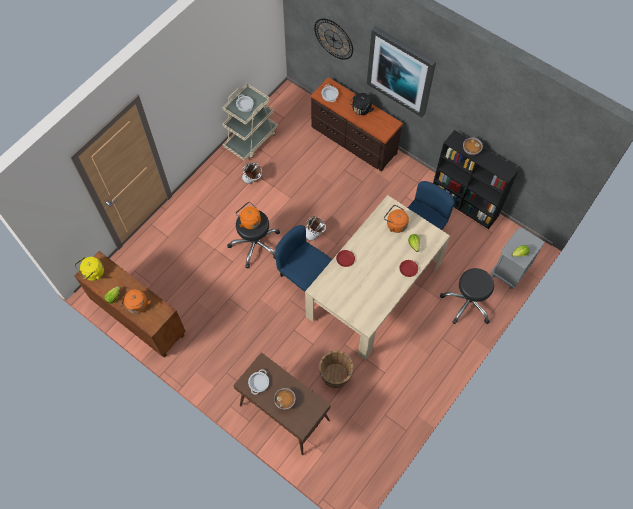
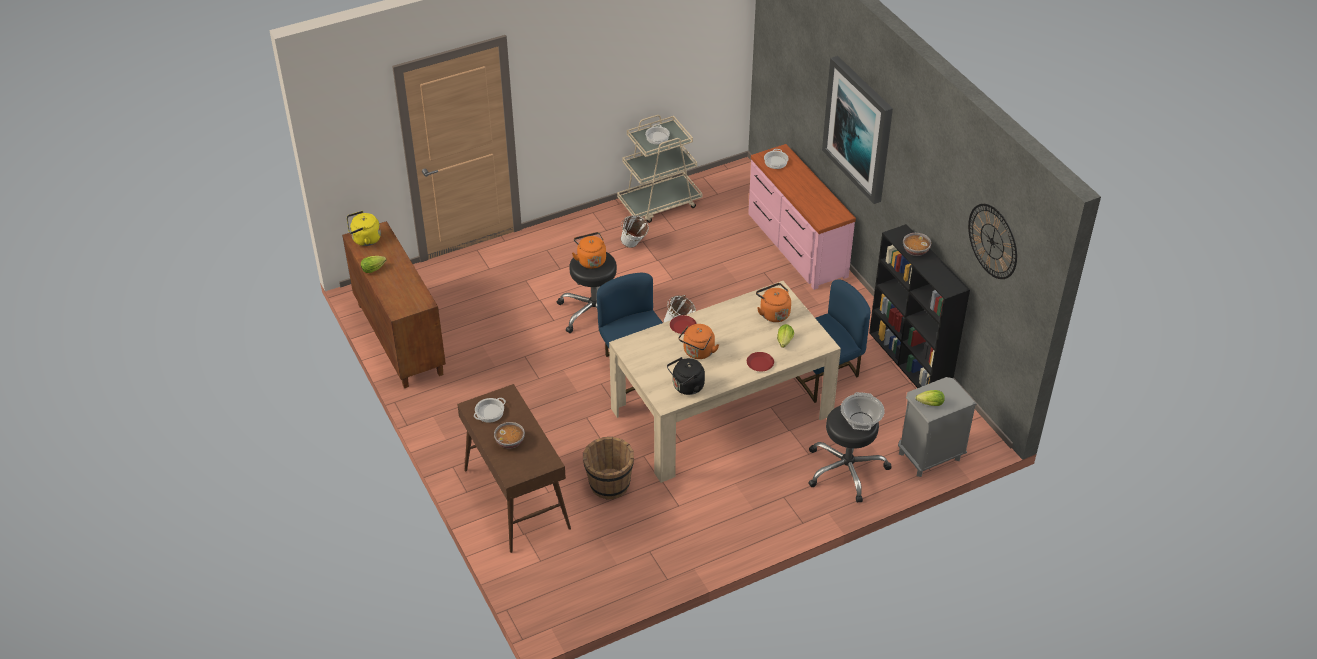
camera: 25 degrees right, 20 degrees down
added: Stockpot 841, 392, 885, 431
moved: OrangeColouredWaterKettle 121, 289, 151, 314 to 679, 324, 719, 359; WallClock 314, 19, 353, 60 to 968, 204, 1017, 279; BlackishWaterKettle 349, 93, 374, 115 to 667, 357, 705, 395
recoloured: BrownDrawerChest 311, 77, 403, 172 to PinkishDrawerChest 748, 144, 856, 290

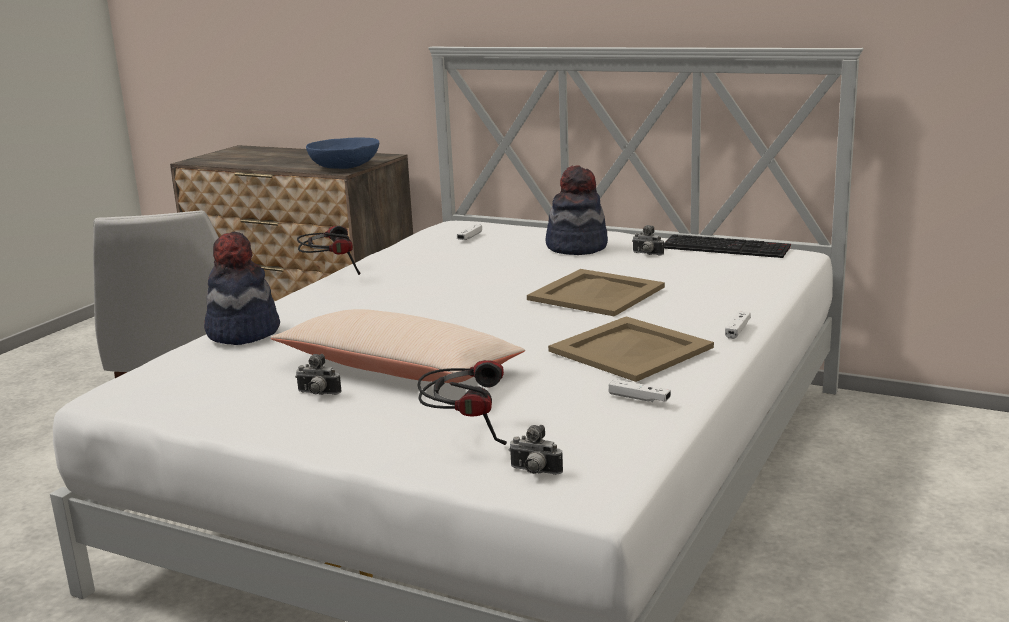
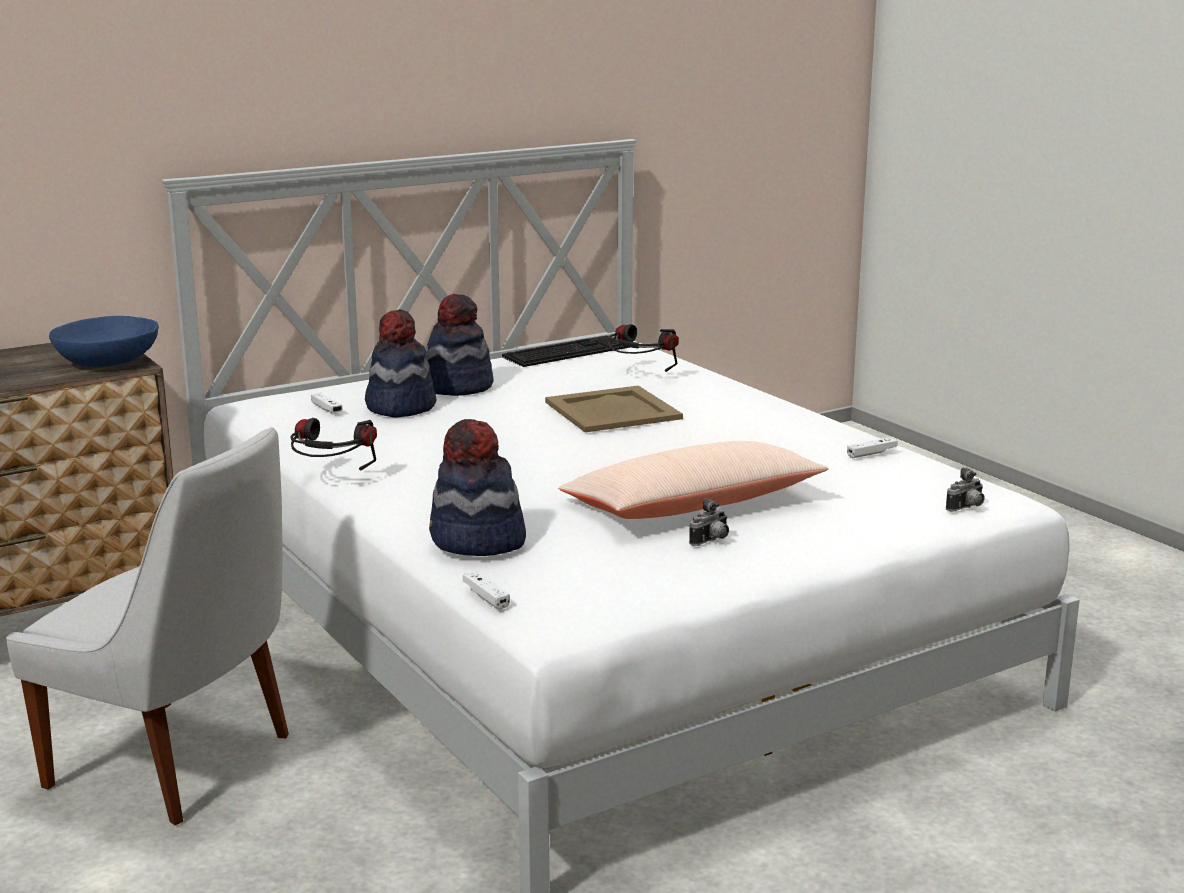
camera: 60 degrees left, 0 degrees up
removed: BeigeColouredCarryingTray 548, 316, 714, 382; StillCamera 632, 225, 664, 255
added: ClothingHat 365, 309, 436, 417
moved: PairOfHeadphones 418, 360, 507, 445 to 608, 324, 679, 372; WhitishGamepad 725, 311, 751, 339 to 463, 571, 510, 609

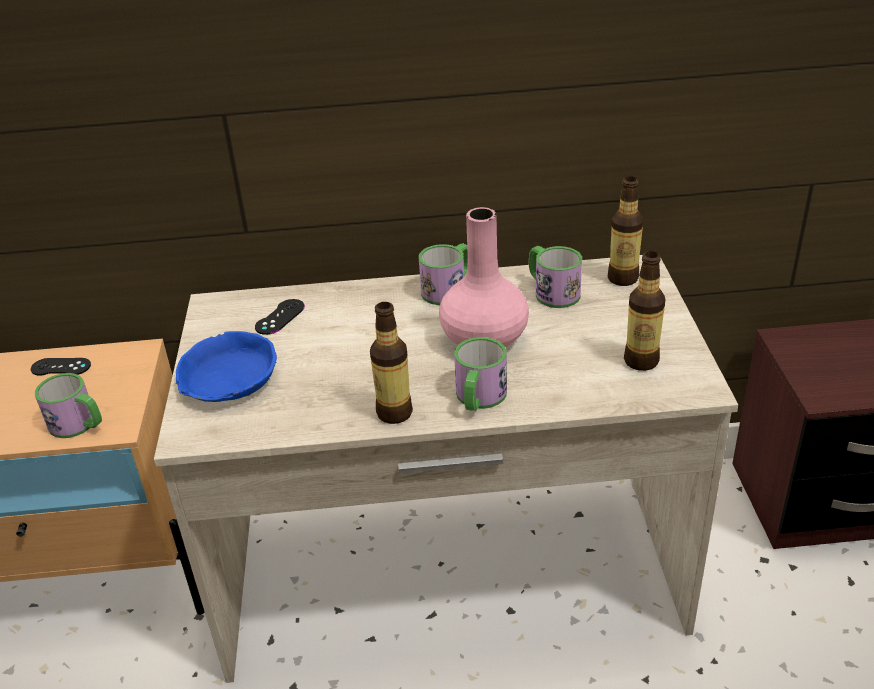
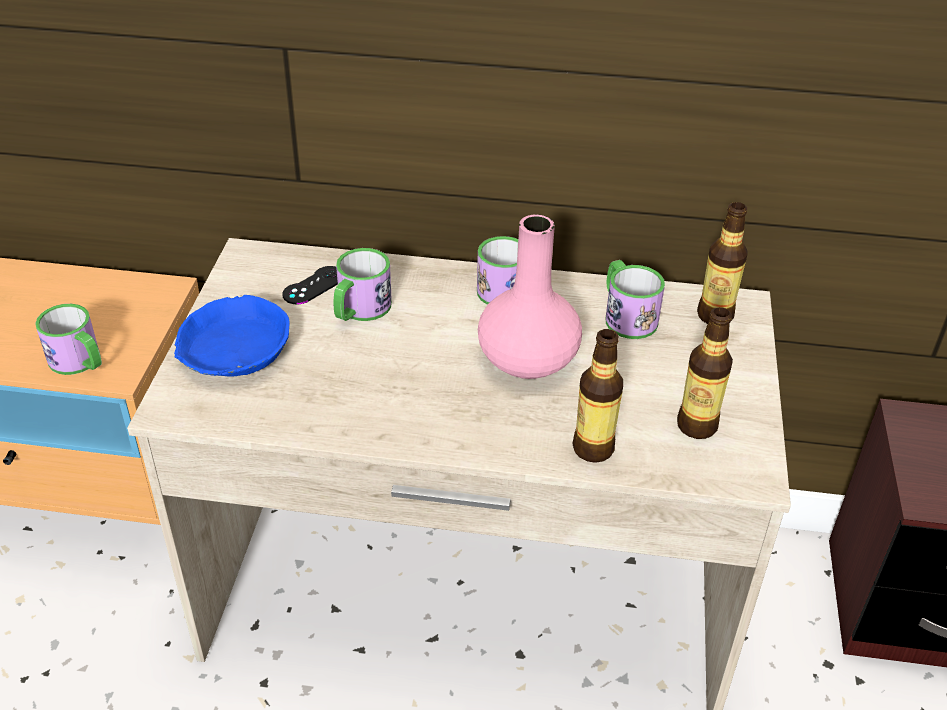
camera: 10 degrees right, 5 degrees up
removed: BlackishGamepad 31, 358, 91, 376
moved: BeverageBottle 370, 302, 413, 424 to 573, 329, 623, 463; CoffeeMug 454, 337, 507, 411 to 334, 248, 392, 321

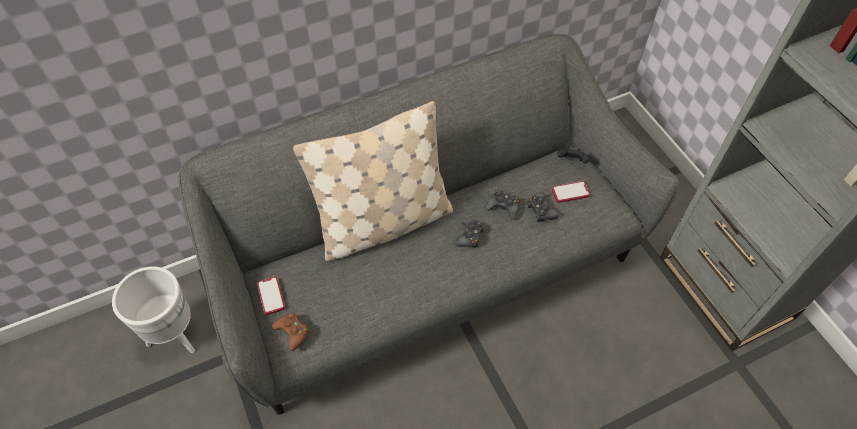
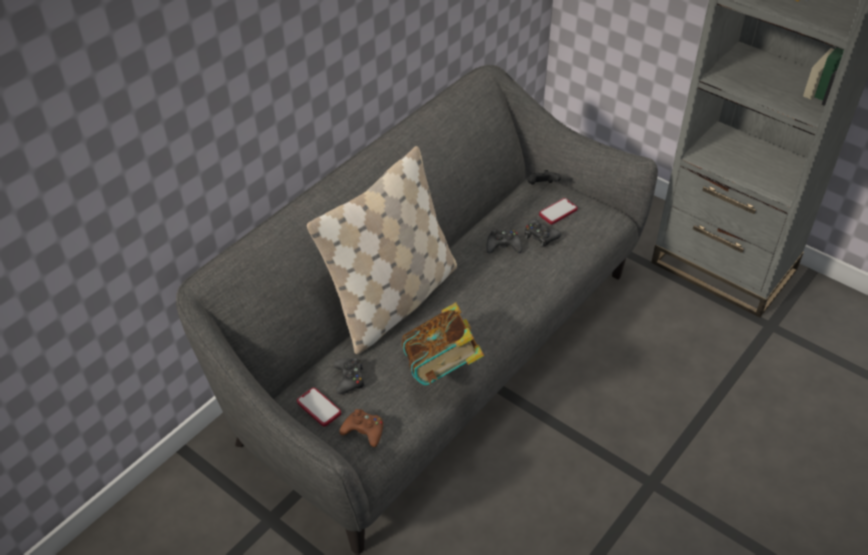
camera: 25 degrees left, 10 degrees down
removed: WhitishPlanter 112, 266, 195, 353
added: BoundBook 402, 302, 484, 386
moved: BlackishGamepad 454, 218, 484, 248 to 334, 358, 365, 394

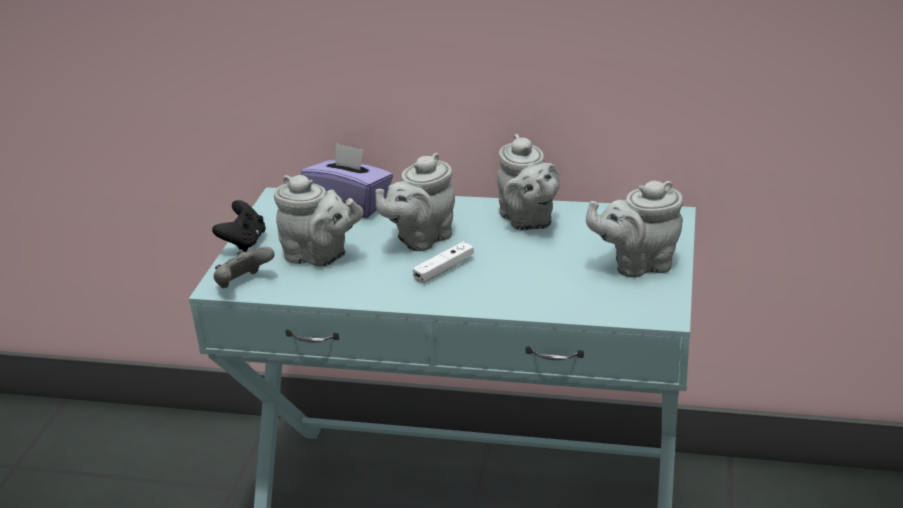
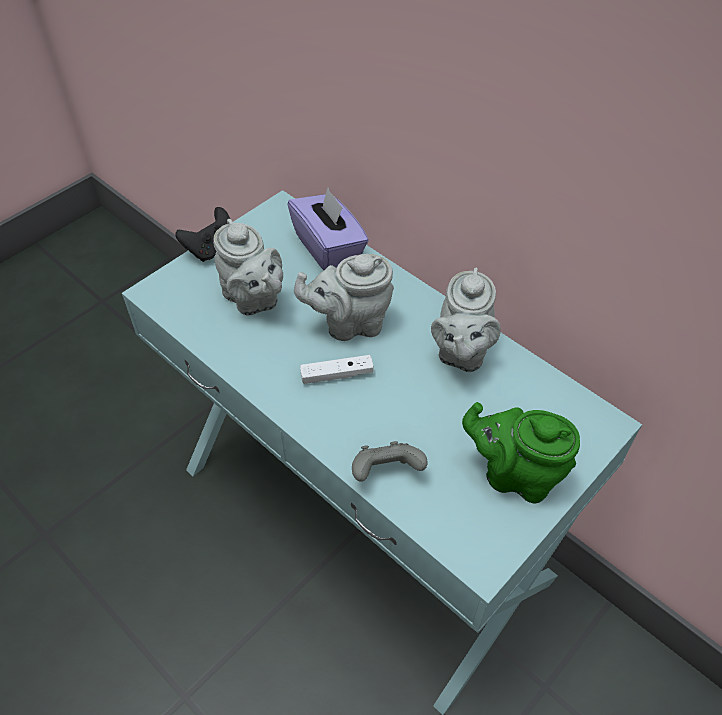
camera: 30 degrees right, 20 degrees up
moved: GrayGamepad 214, 247, 275, 288 to 352, 441, 428, 482
recoloured: GrayTeaPot 586, 181, 683, 277 to GreenColouredTeaPot 462, 402, 580, 503

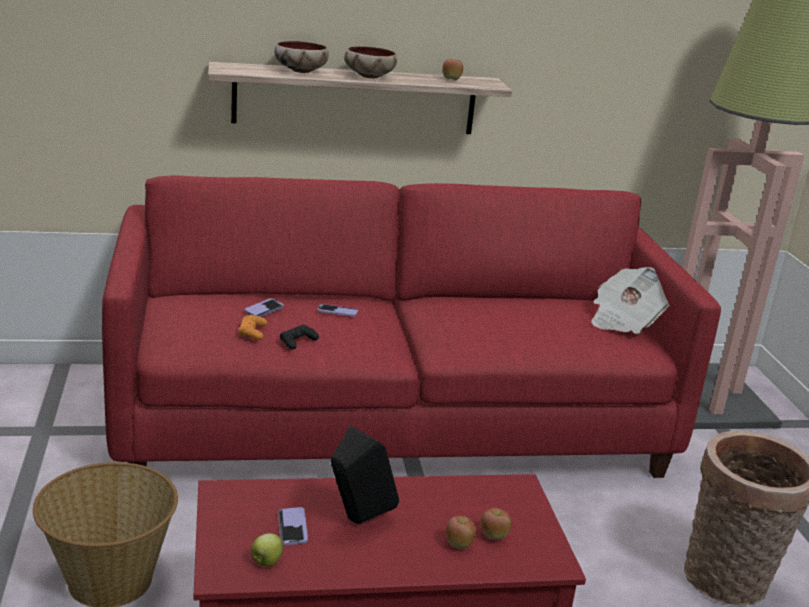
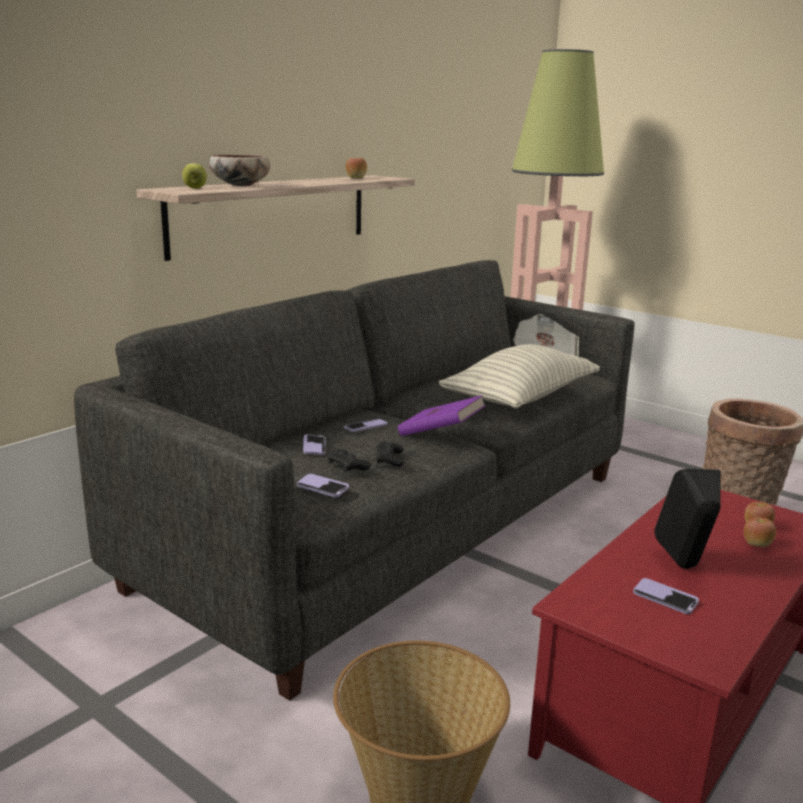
camera: 40 degrees left, 5 degrees down
removed: Bowl 344, 46, 397, 78
added: Telephone 297, 474, 349, 497; PurpleColouredBoundBook 398, 395, 486, 436; Pillow 439, 344, 600, 408
moved: WholeApple 251, 533, 283, 567 to 182, 163, 207, 189
recoloured: RedColouredSettee 102, 175, 721, 478 to GraySettee 74, 260, 635, 701; OrangeColouredGamepad 239, 315, 267, 340 to BlackishGamepad 327, 449, 371, 473

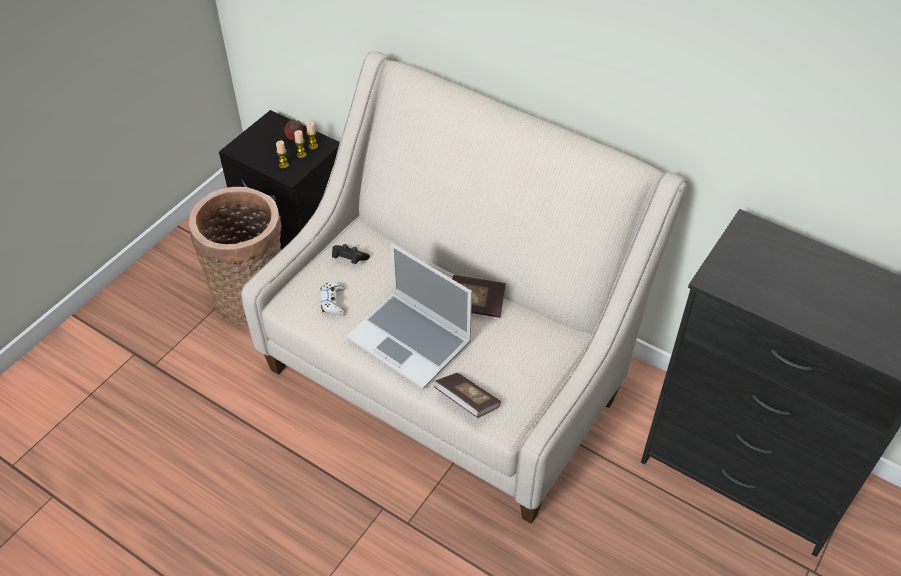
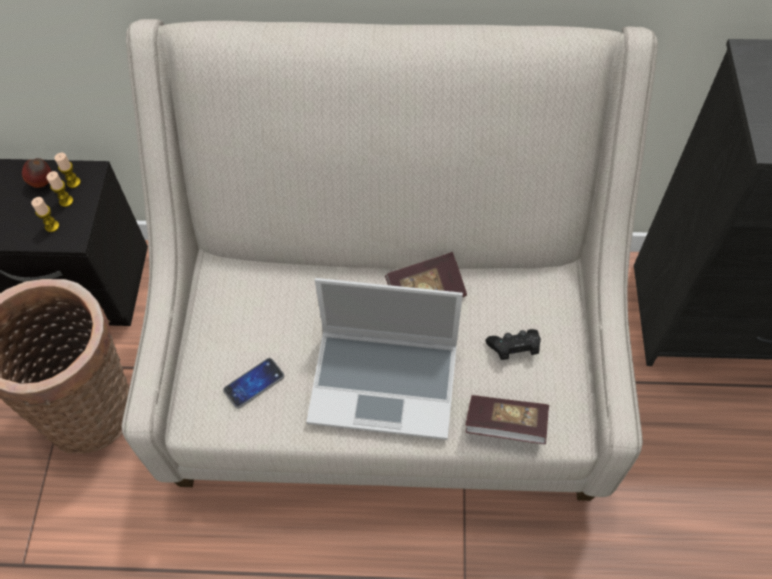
camera: 30 degrees left, 10 degrees up
moved: BlackishGamepad 332, 244, 370, 264 to 486, 329, 541, 360
replaced: WhitishGamepad 320, 282, 346, 316 to Telephone 223, 358, 285, 409

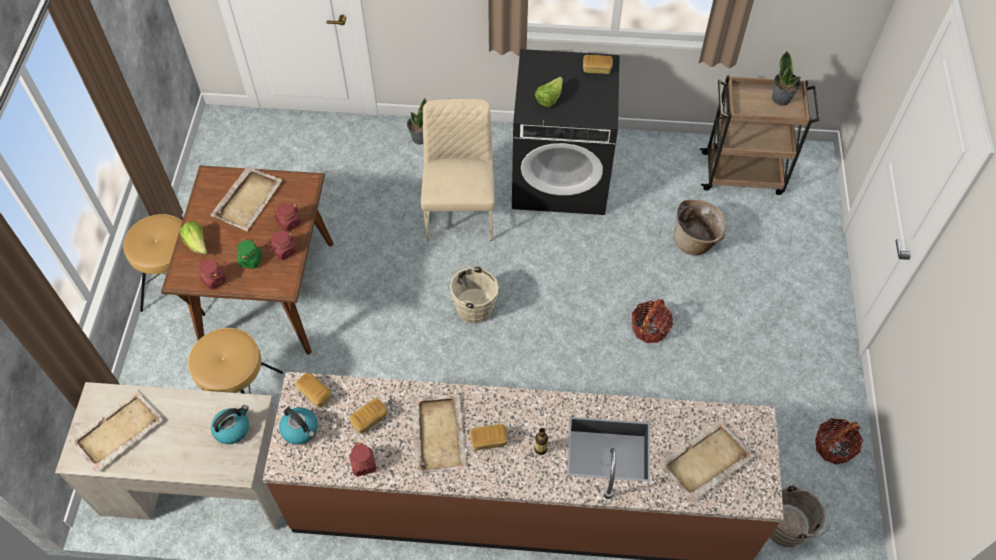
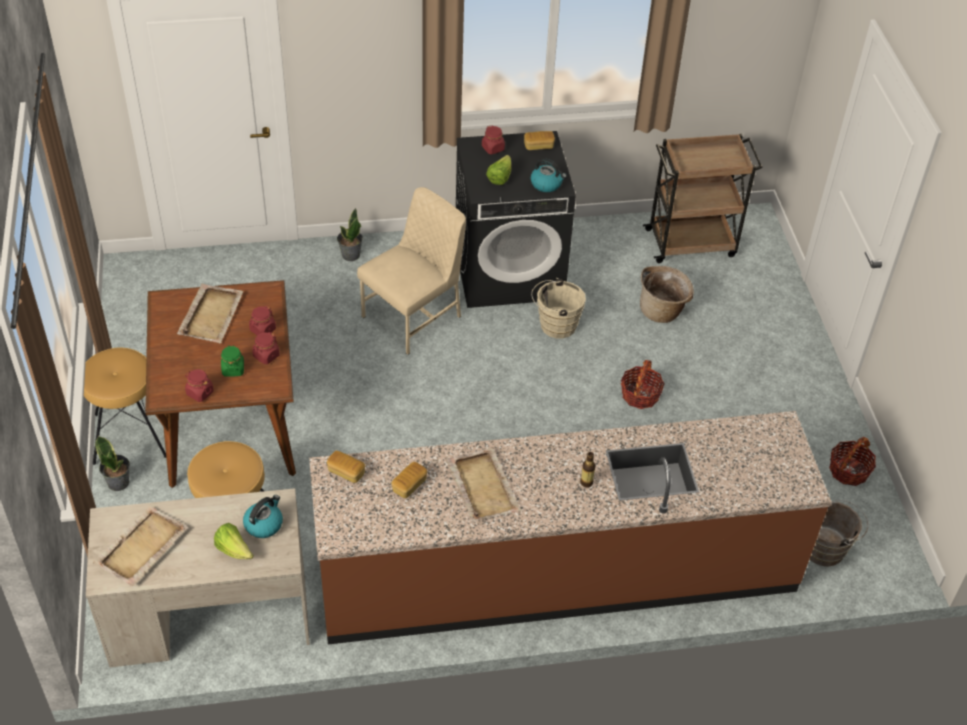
camera: 15 degrees left, 10 degrees down
removed: BakedBread 470, 424, 508, 450; BeigeColouredCarryingTray 659, 419, 754, 502
moved: LettuceHead 180, 221, 207, 254 to 214, 523, 254, 559; WaterKettle 279, 407, 318, 445 to 531, 158, 567, 192; RedColouredJar 349, 442, 377, 476 to 482, 125, 505, 154; BeigeColouredPail 445, 264, 499, 324 to 531, 278, 586, 338; PlantInAPot 772, 51, 801, 106 to 95, 435, 130, 491
turned: BeigeColouredPlainChair 421, 99, 495, 241 = 357, 187, 466, 355 60 degrees clockwise

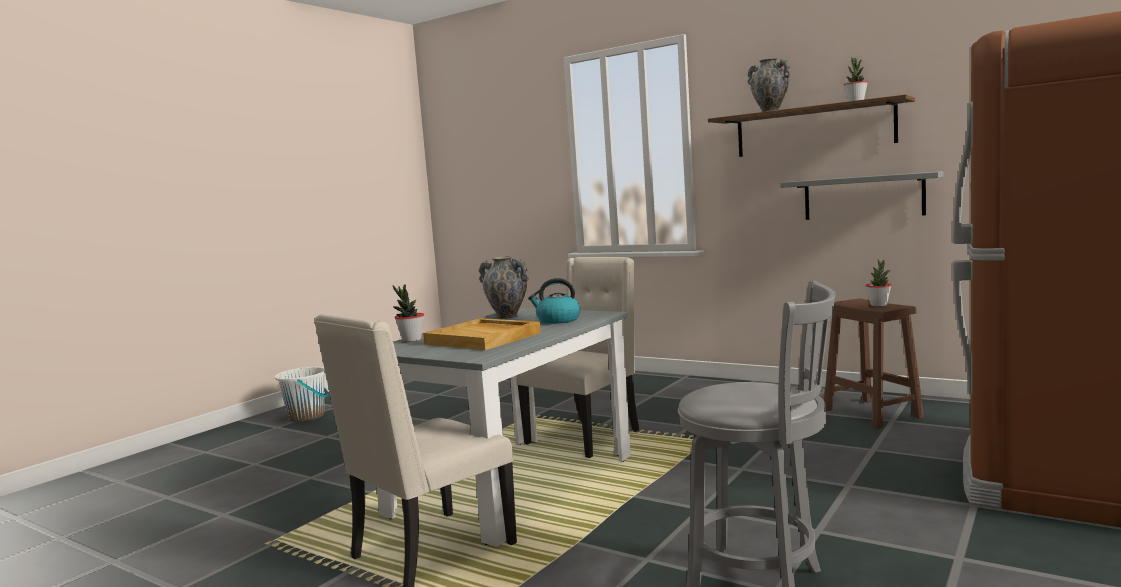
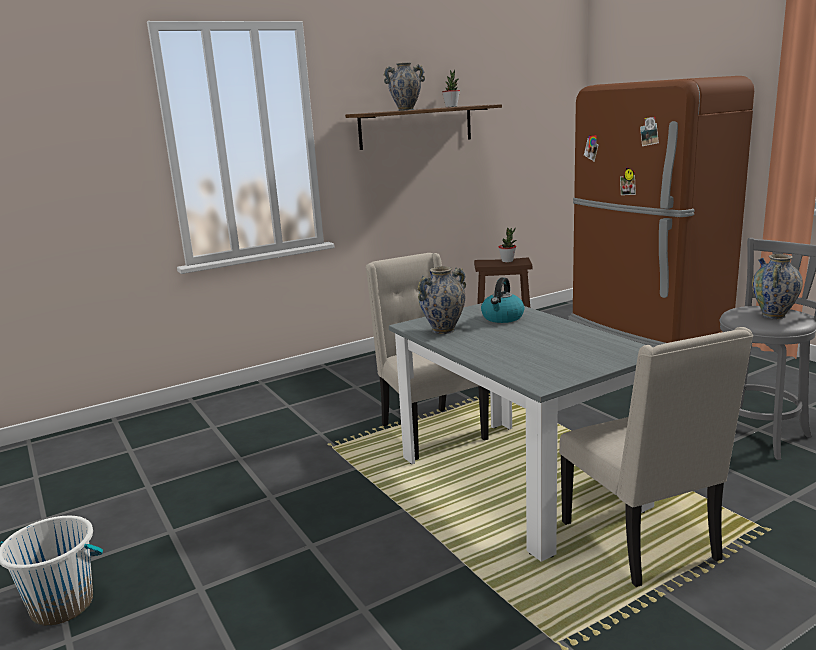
camera: 65 degrees left, 10 degrees up
removed: PlantInAPot 393, 284, 424, 342; BeigeColouredCarryingTray 423, 318, 541, 350; GrayBracketShelf 780, 171, 944, 220
added: FlowerVase 752, 254, 803, 319

